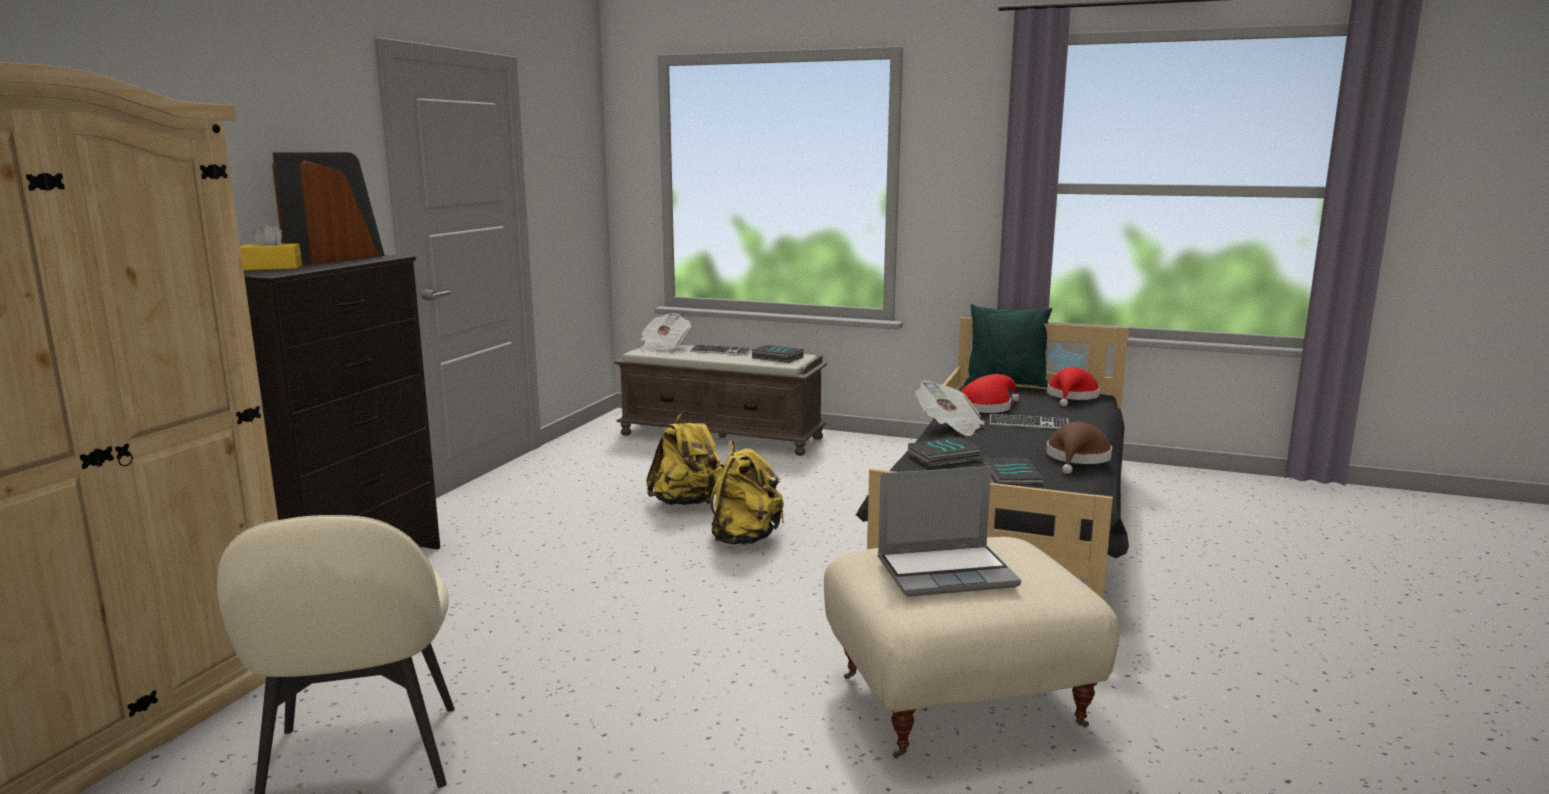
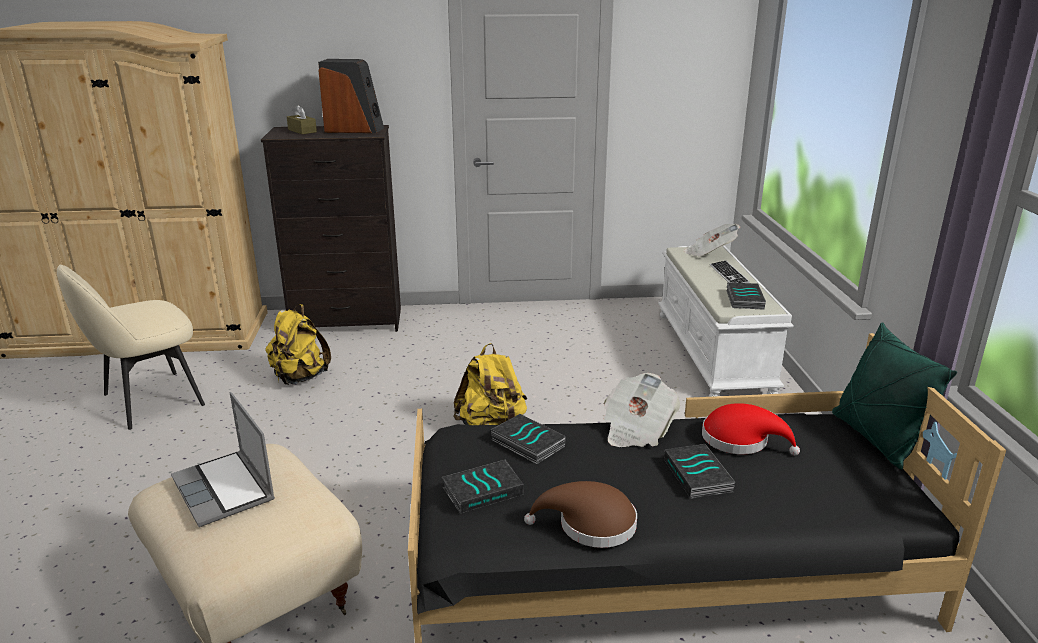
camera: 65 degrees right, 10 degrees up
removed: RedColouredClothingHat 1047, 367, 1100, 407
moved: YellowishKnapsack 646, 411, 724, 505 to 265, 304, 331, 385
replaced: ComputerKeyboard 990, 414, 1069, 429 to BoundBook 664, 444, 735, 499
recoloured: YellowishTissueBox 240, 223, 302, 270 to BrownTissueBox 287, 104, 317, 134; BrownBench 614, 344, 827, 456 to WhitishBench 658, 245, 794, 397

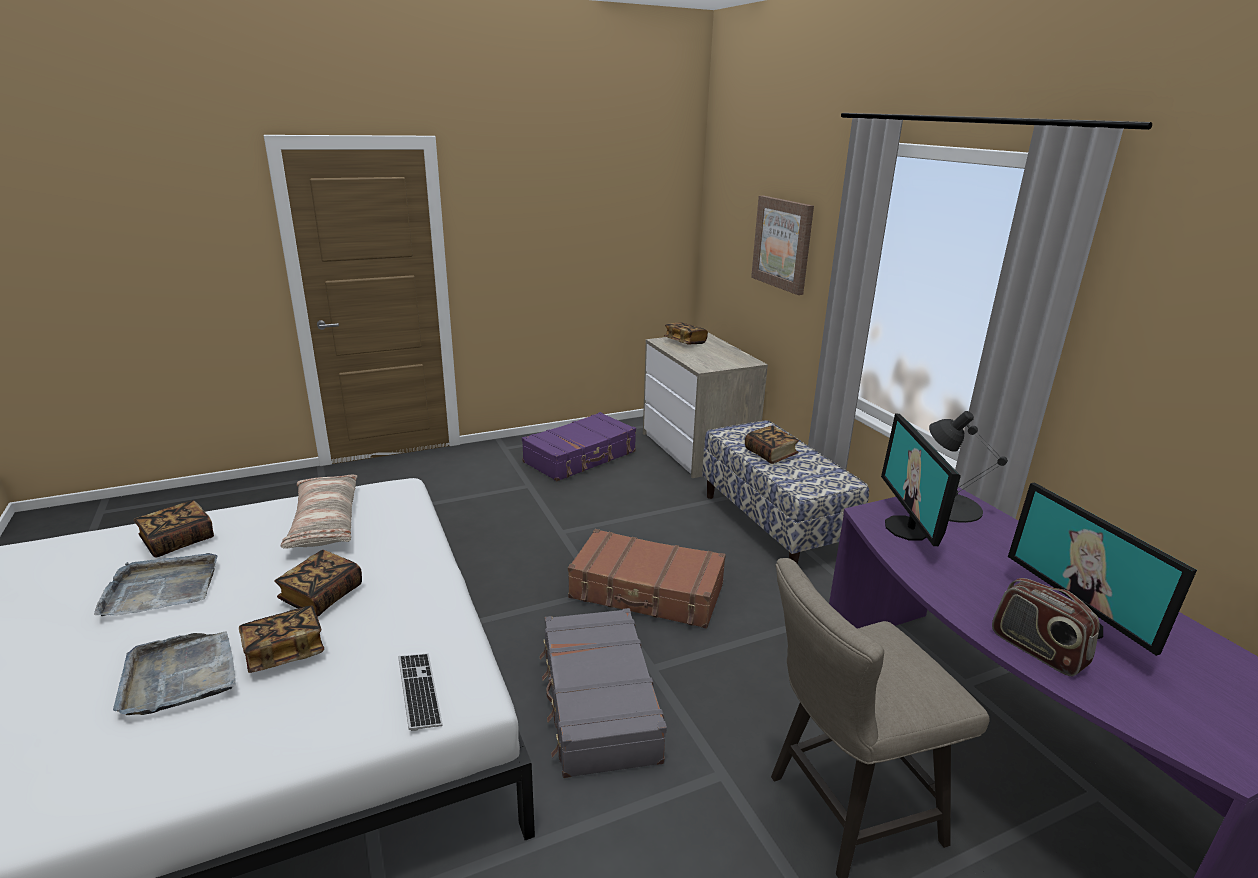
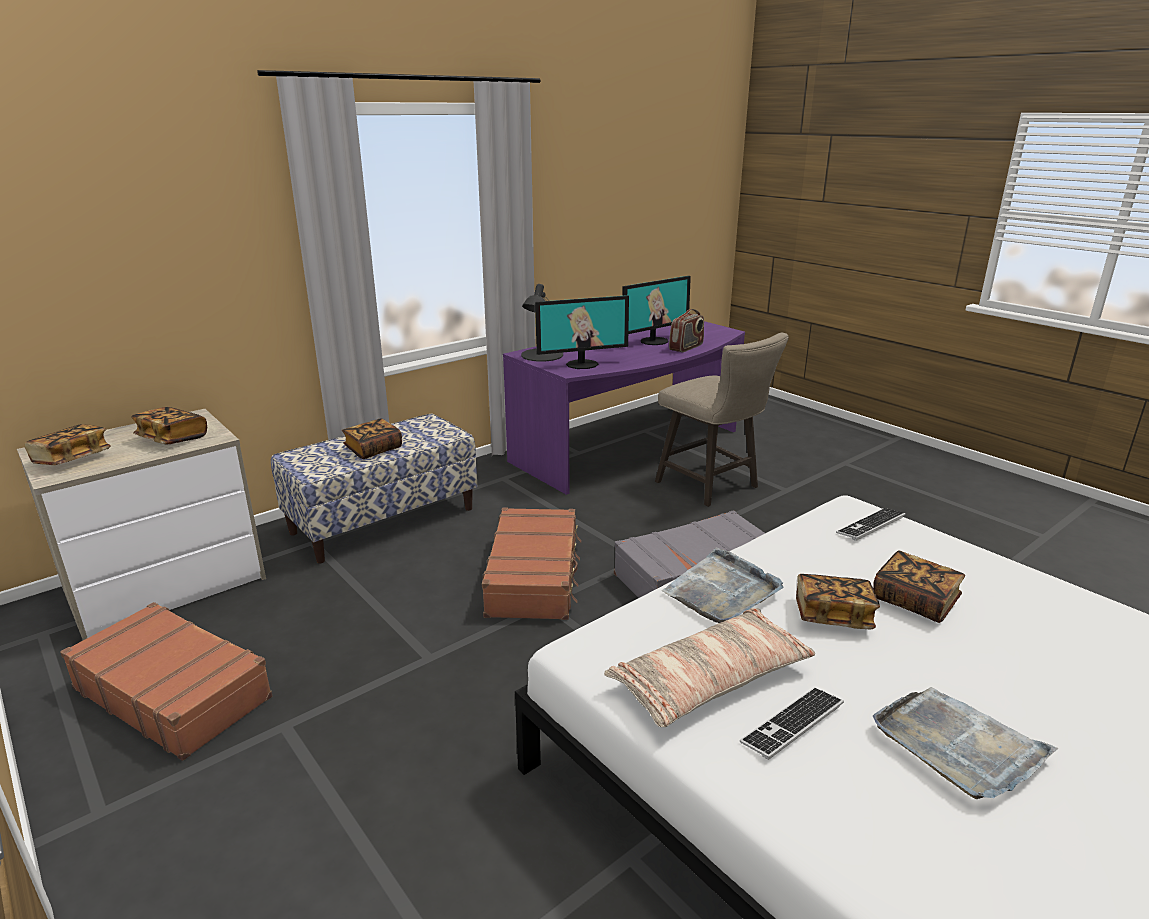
camera: 105 degrees left, 0 degrees up
removed: WallArt 751, 196, 814, 295
added: ComputerKeyboard 740, 687, 844, 760
moved: GrayCarryingTray 113, 631, 236, 715 to 662, 547, 783, 623; BoundBook 134, 500, 214, 557 to 131, 407, 207, 445
recoloured: PurpleColouredSuitcase 522, 412, 636, 481 to BrownSuitcase 60, 602, 272, 761

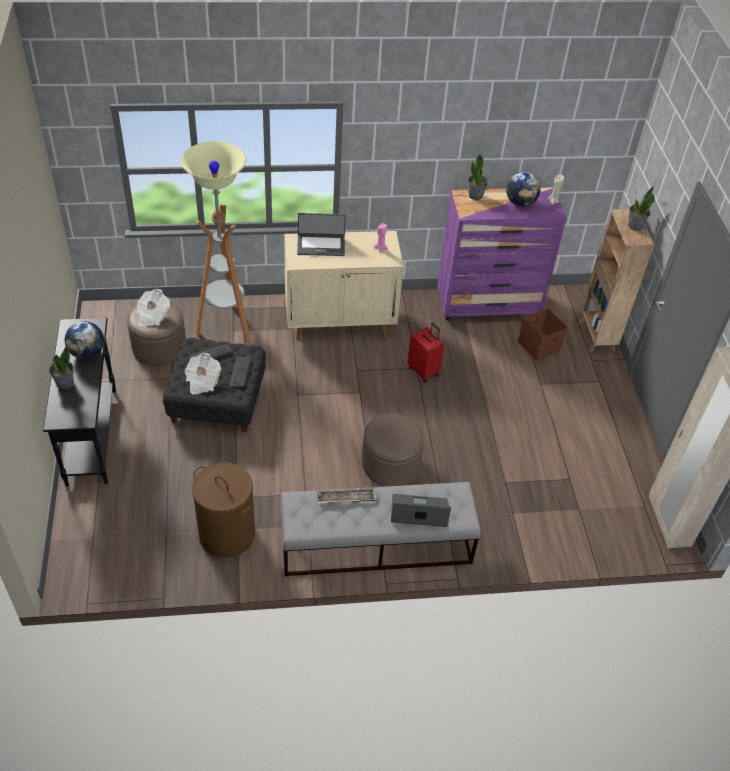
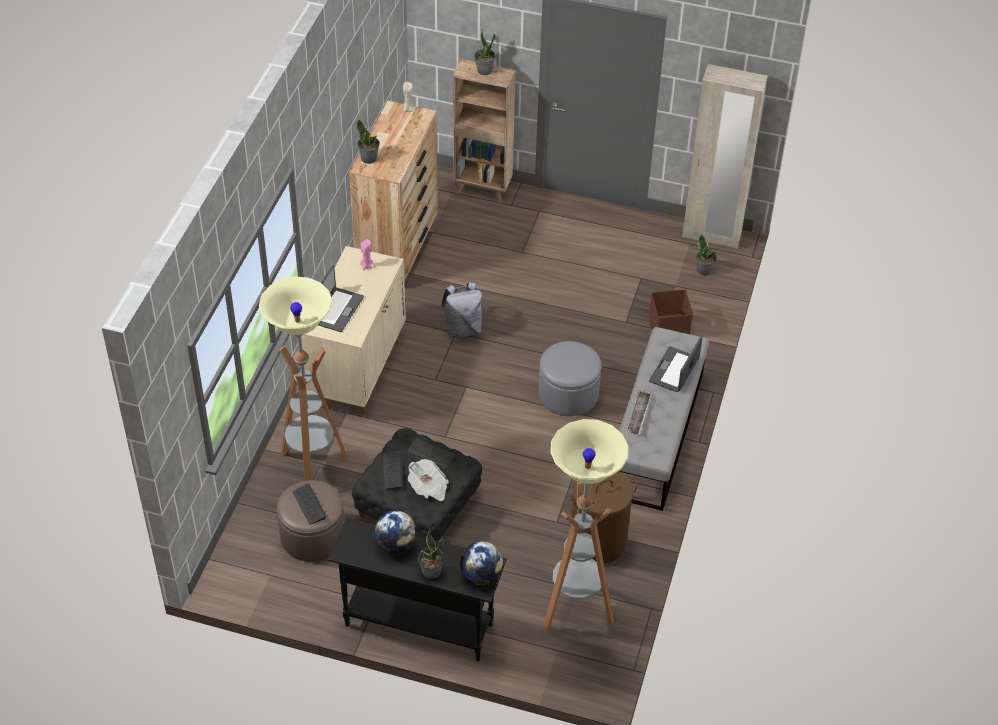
camera: 65 degrees left, 0 degrees up
added: FloorLamp 542, 419, 628, 632; PlantInAPot 696, 235, 717, 276
moved: DeskGlobe 506, 172, 541, 207 to 460, 541, 504, 585; BrownStorageBin 517, 308, 567, 361 to 649, 290, 693, 334
replaced: Newspaper 136, 289, 170, 326 to ComputerKeyboard 293, 483, 327, 525; RedColouredSuitcase 407, 323, 444, 383 to GrayKnapsack 441, 282, 483, 338
recoloured: BrownFootrest 362, 413, 424, 487 to GrayFootrest 538, 341, 601, 416; PurpleColouredDrawerChest 437, 187, 567, 320 to BrownDrawerChest 349, 101, 438, 282

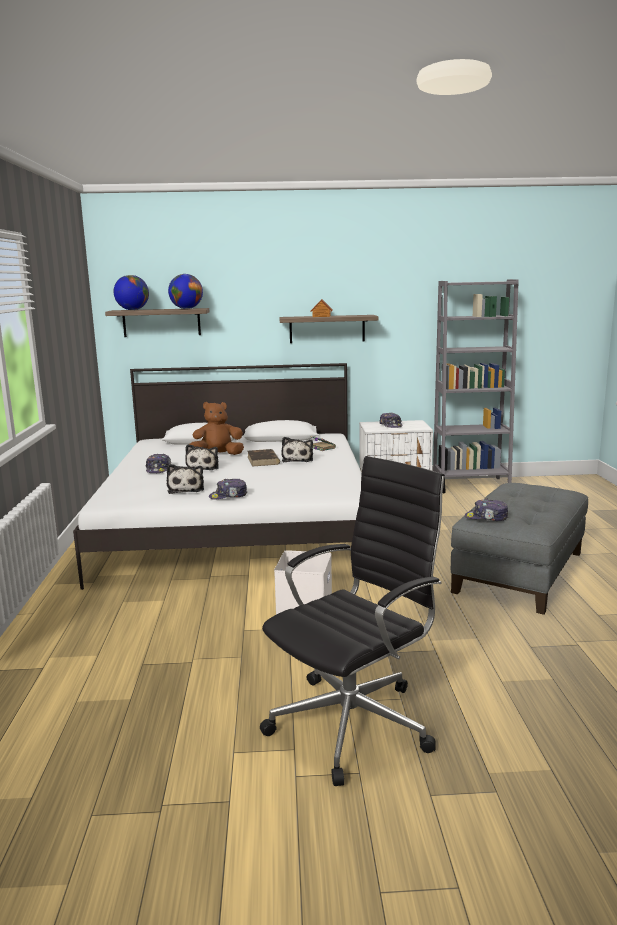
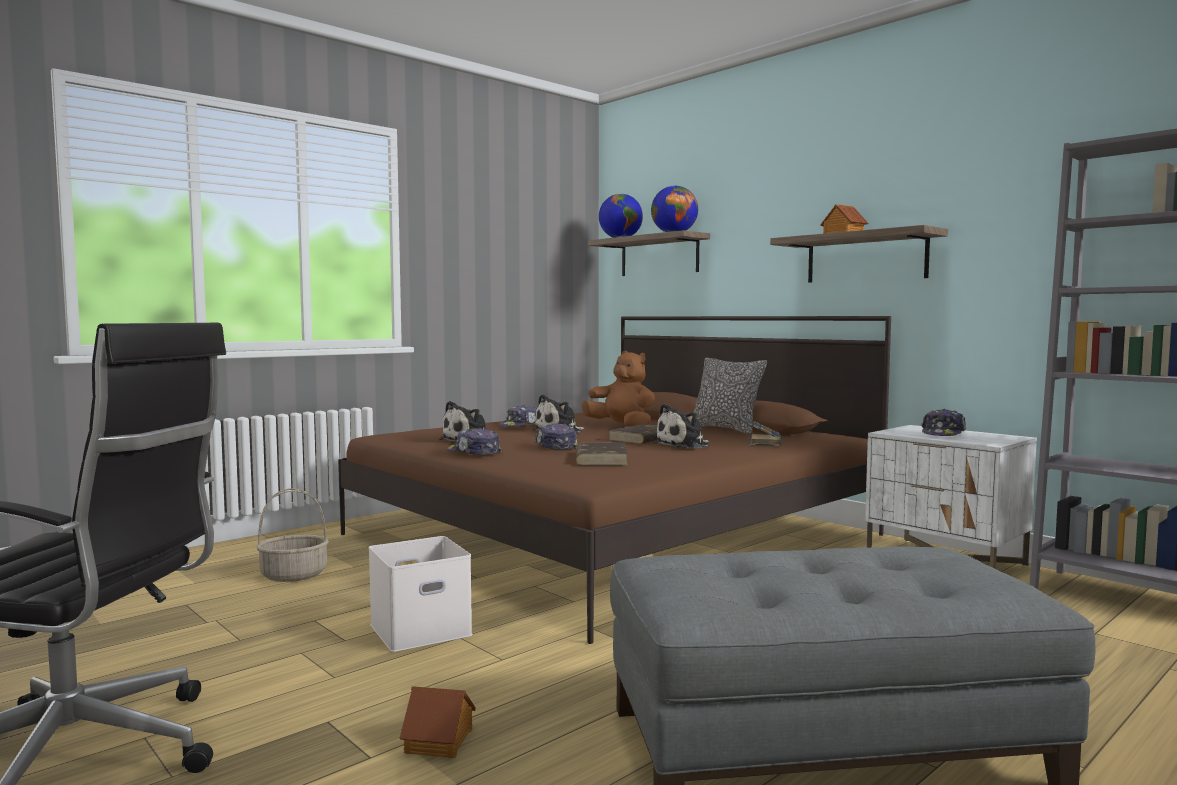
camera: 50 degrees right, 10 degrees down
added: HouseholdBasket 256, 488, 329, 582; ToyHouse 399, 686, 476, 758; BrownBoundBook 576, 442, 628, 466; Pillow 693, 358, 767, 434
moved: Cap 465, 498, 508, 521 to 534, 423, 578, 450
recoloured: WhitishSleepingBed 73, 363, 362, 590 to BrownSleepingBed 338, 316, 891, 644

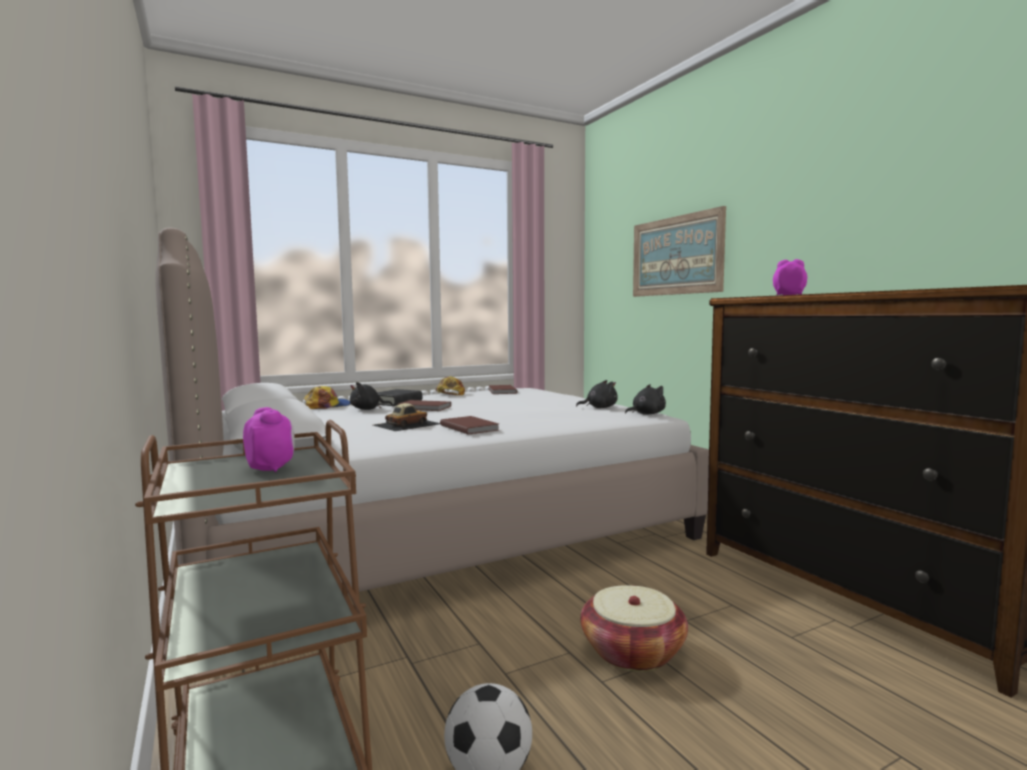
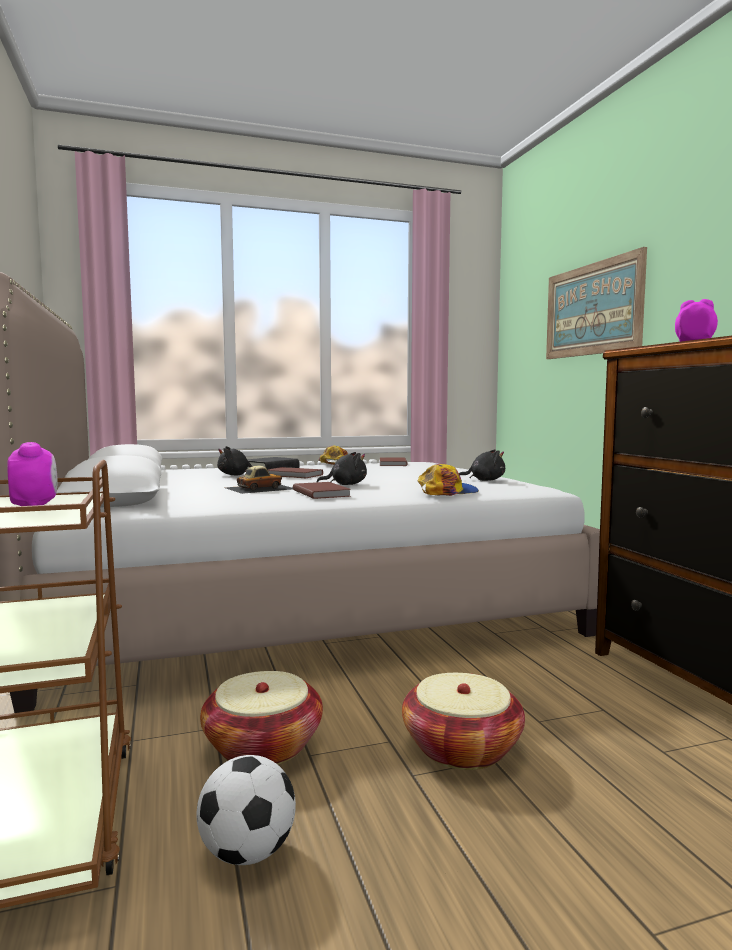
camera: 10 degrees right, 0 degrees up
added: HouseholdBasket 200, 671, 323, 765
moved: Cap 304, 386, 351, 409 to 418, 464, 479, 496; BlackishCuddlyToy 625, 384, 666, 415 to 317, 452, 367, 485

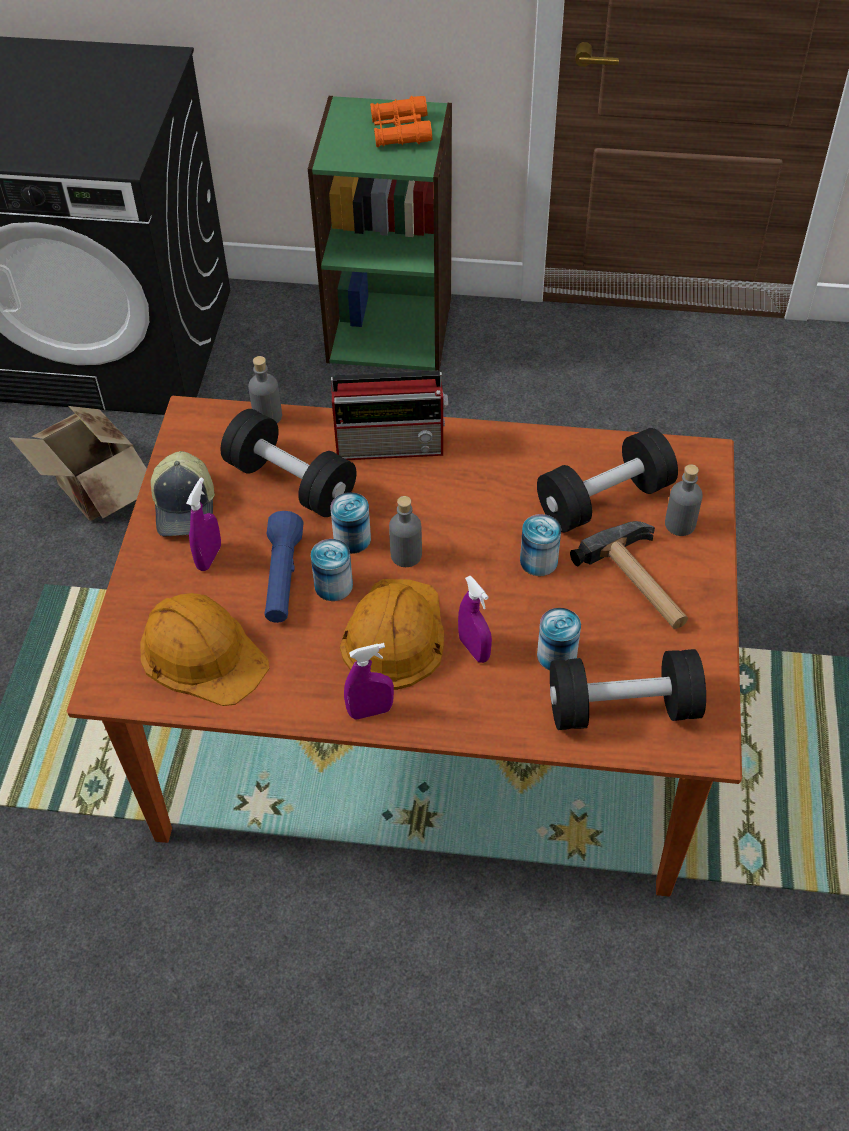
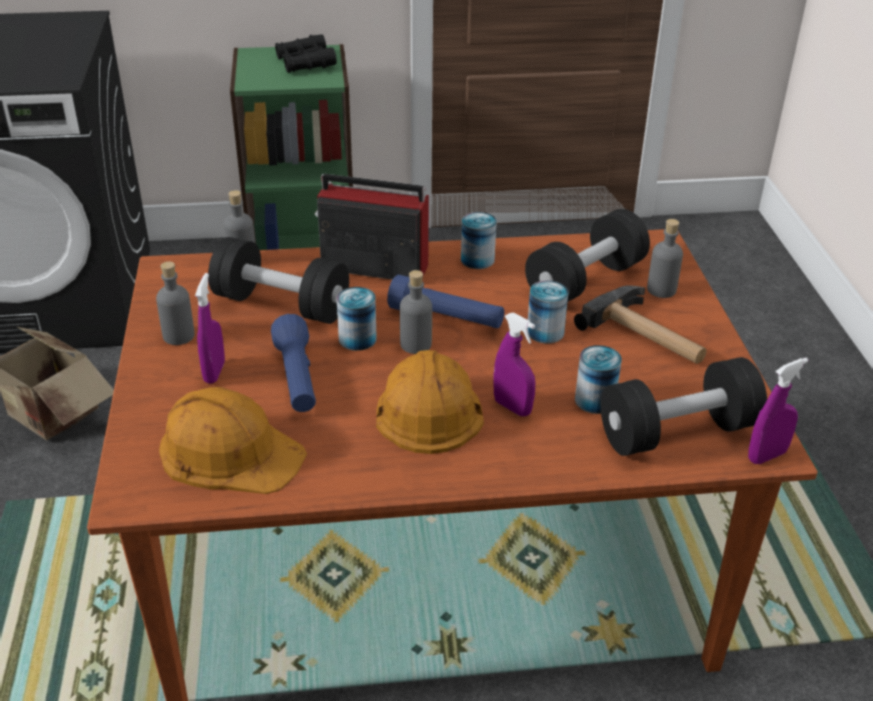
camera: 15 degrees left, 15 degrees down
added: BlueColouredTorch 387, 275, 504, 328
moved: MetalCan 311, 539, 353, 601 to 461, 212, 497, 269; PurpleColouredSprayer 344, 643, 394, 719 to 748, 358, 808, 464
replaced: Cap 151, 451, 215, 536 to GrayBeverageBottle 156, 261, 195, 345
recoloured: OrangeColouredFieldGlasses 370, 96, 433, 147 to BlackishFieldGlasses 275, 34, 337, 73
turned: Radio 331, 370, 448, 460 = 314, 174, 429, 280 150 degrees counterclockwise

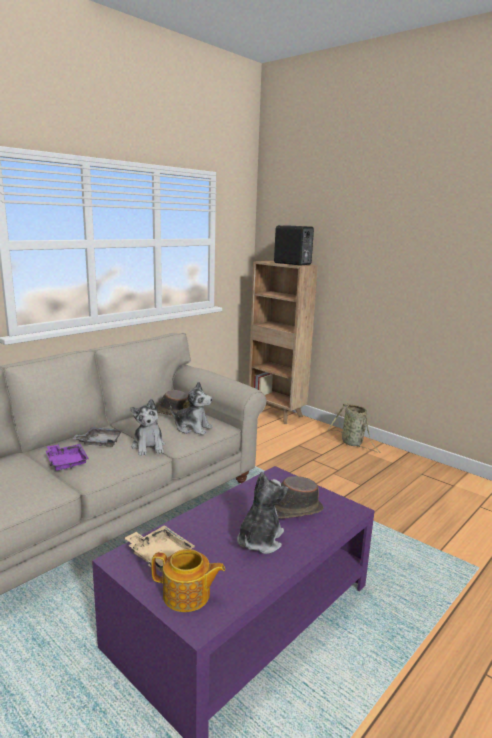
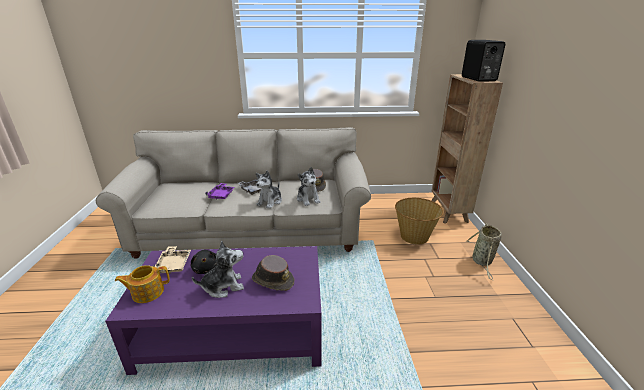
camera: 45 degrees right, 10 degrees up
added: BlackishCuddlyToy 191, 250, 217, 274; HouseholdBasket 395, 198, 444, 245
turned: TeaPot 151, 549, 225, 612 = 115, 265, 170, 303 105 degrees clockwise

